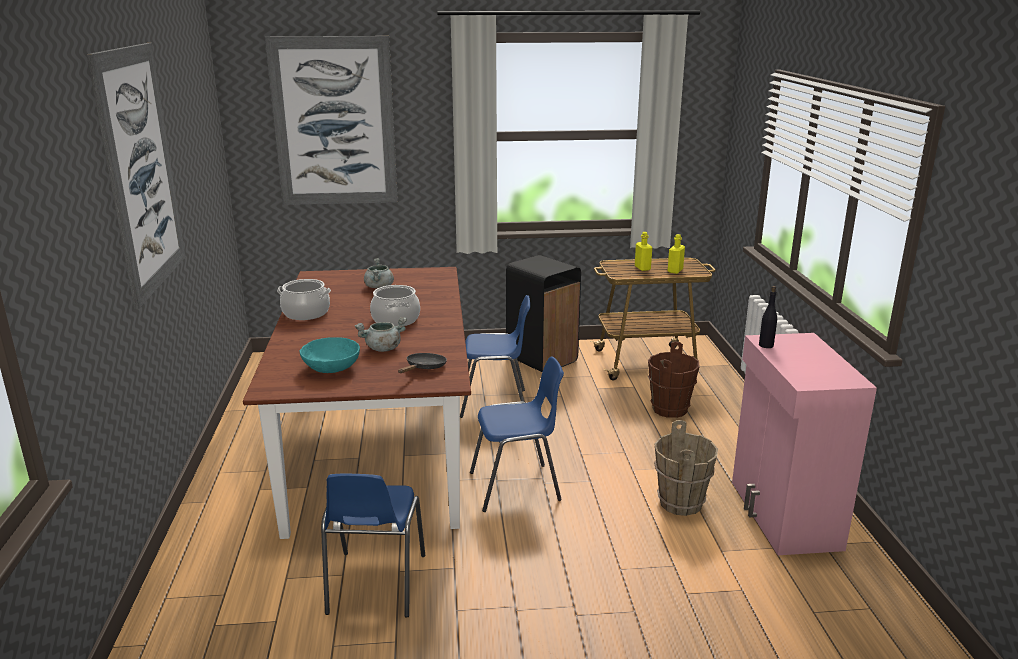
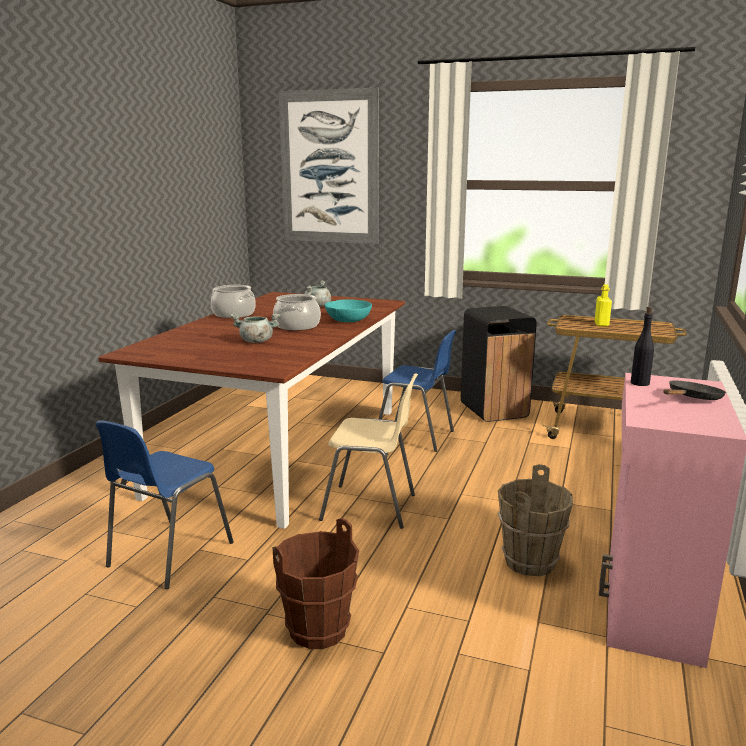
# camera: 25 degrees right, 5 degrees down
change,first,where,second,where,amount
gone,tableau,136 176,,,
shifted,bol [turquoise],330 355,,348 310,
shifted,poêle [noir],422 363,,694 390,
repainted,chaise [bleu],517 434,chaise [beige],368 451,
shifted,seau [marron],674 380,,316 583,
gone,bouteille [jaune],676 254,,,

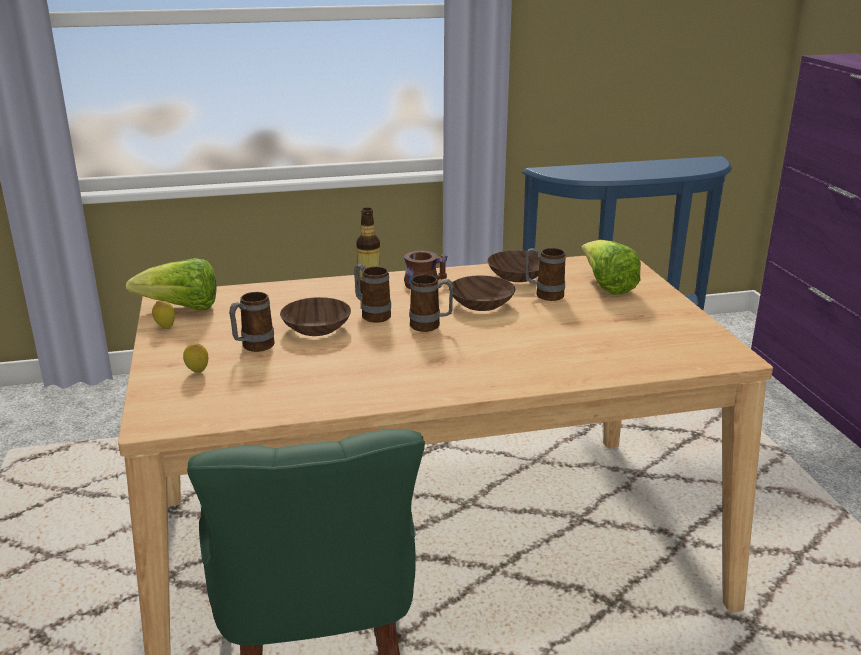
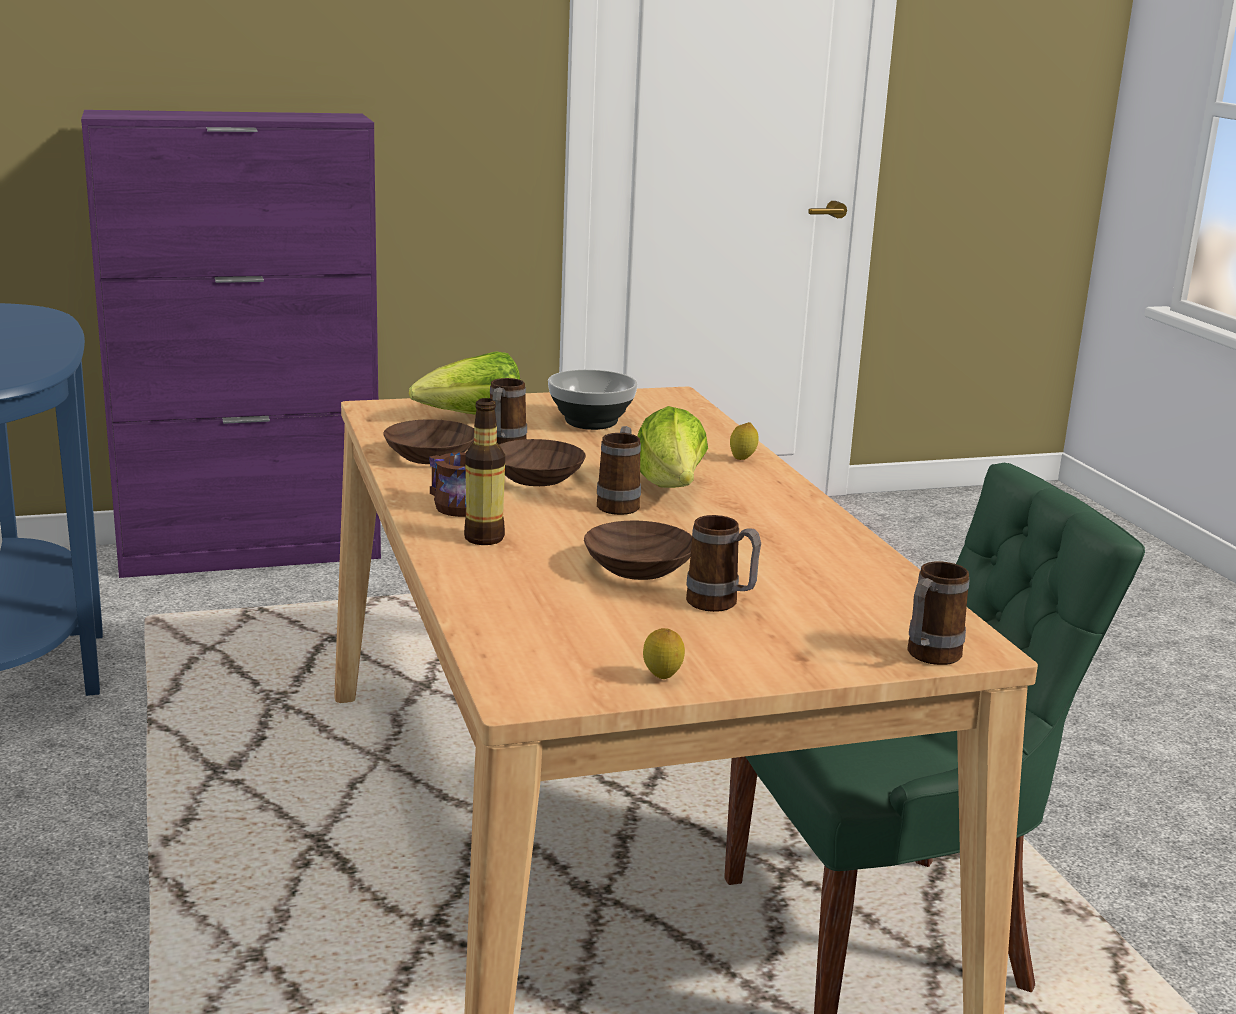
# camera: 95 degrees left, 5 degrees down
change,first,where,second,where,amount
shifted,laitue,171 284,,673 447,
shifted,citron,195 358,,744 441,
shifted,mug,372 293,,938 613,
new,,,bol,593 399,

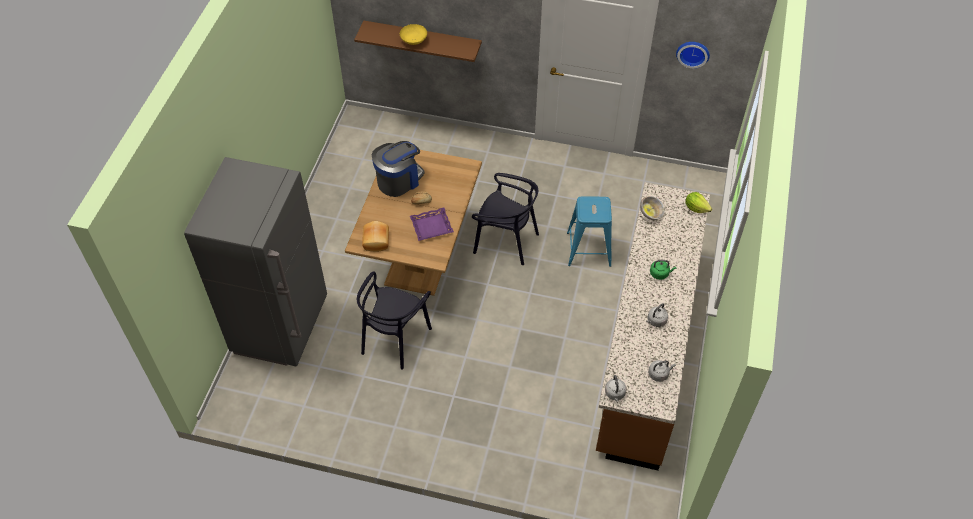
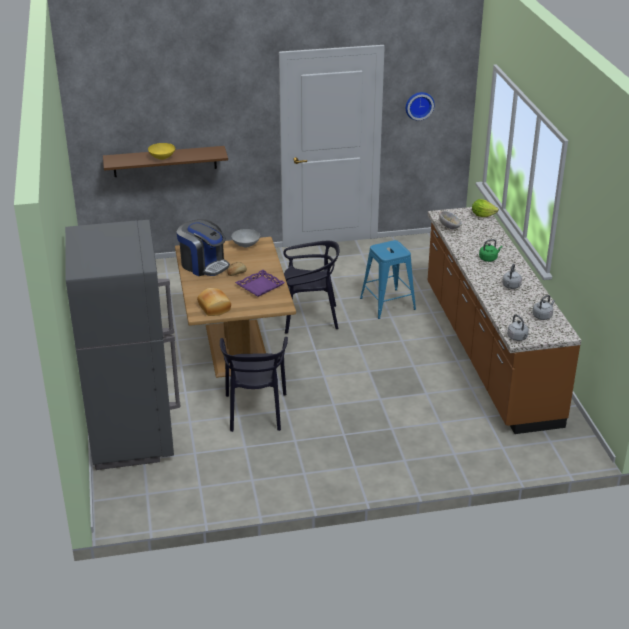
# camera: 25 degrees left, 20 degrees down
change,first,where,second,where,amount
rotated,machine à café,398 169,,203 247,105 degrees clockwise
new,,,bol [gris],245 238,

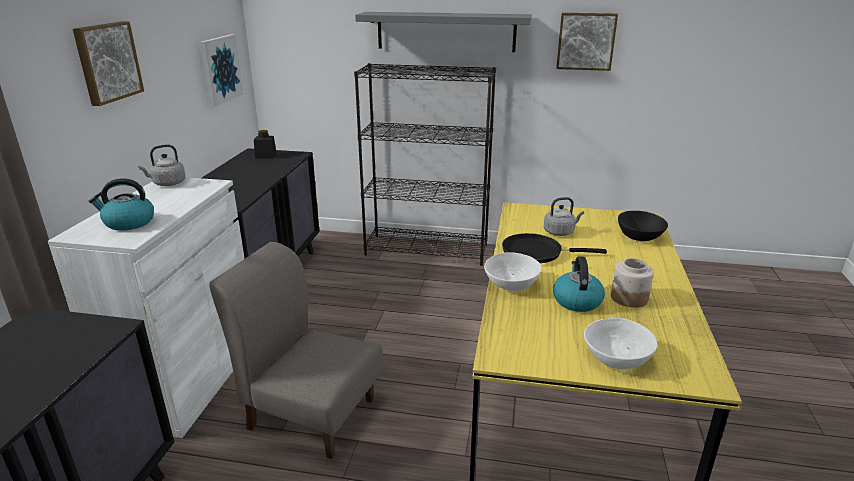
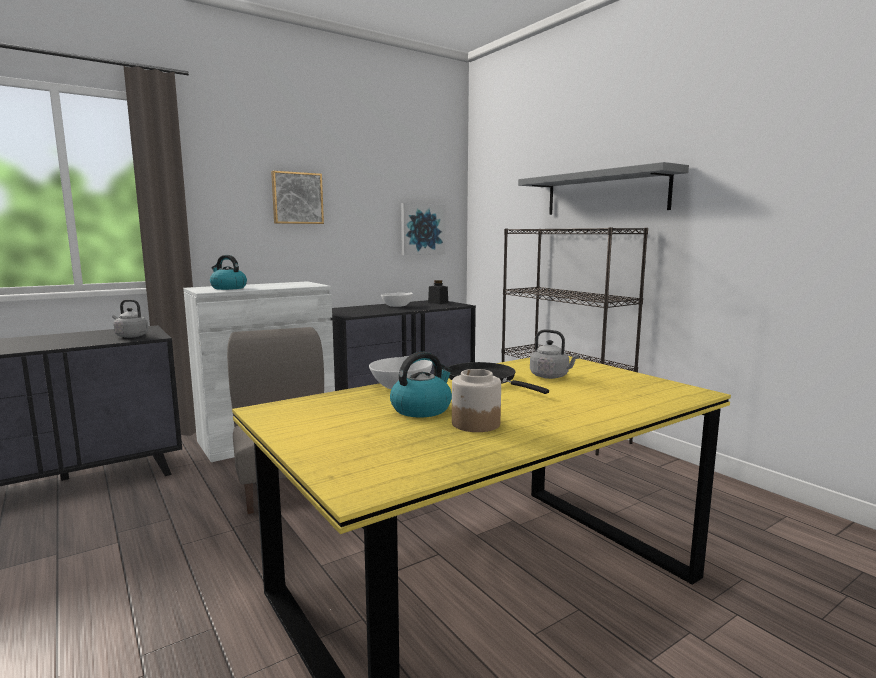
# camera: 45 degrees right, 15 degrees down
change,first,where,second,where,amount
shifted,bouilloire [gris],162 165,,130 318,
gone,tableau,587 42,,,
shifted,bol [blanc],620 343,,397 300,
gone,bol [noir],643 226,,,

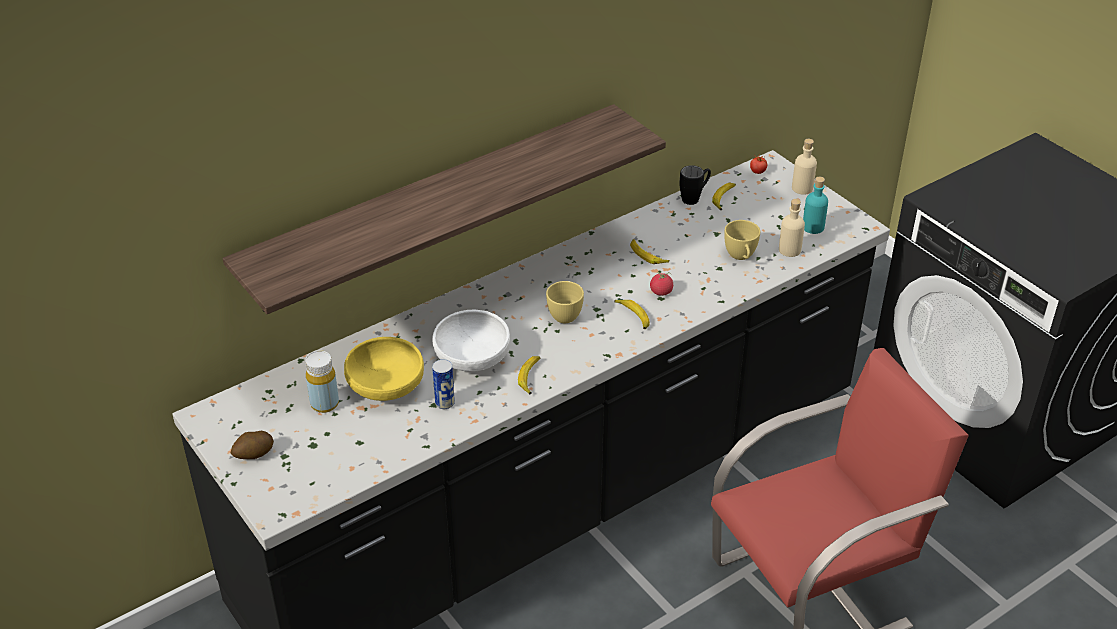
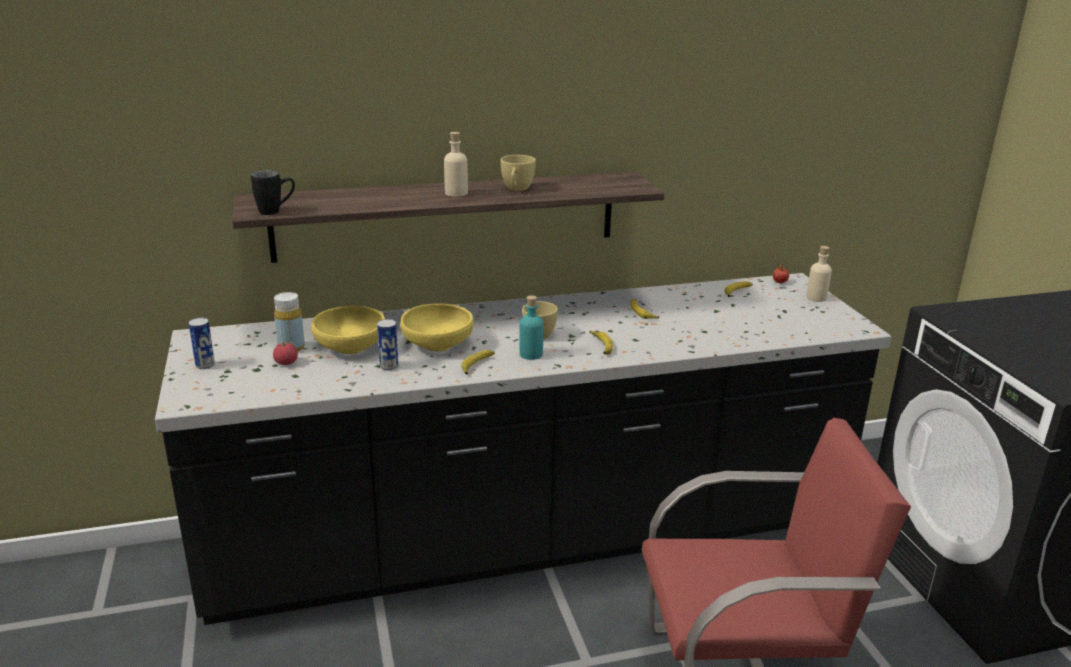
# camera: 20 degrees right, 15 degrees down
change,first,where,second,where,amount
swapped,pomme de terre,252 445,boîte métallique,202 343,
repainted,bol [blanc],471 341,bol [jaune],436 327,
shifted,tomate,661 284,,285 352,
shifted,mug [noir],695 185,,273 192,
shifted,tasse [jaune],742 240,,518 173,
shifted,bouteille [beige],792 228,,456 164,
shifted,bouteille [turquoise],815 205,,531 327,

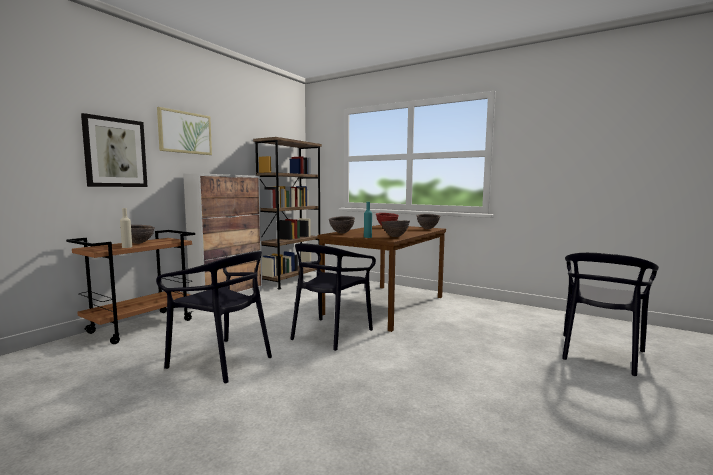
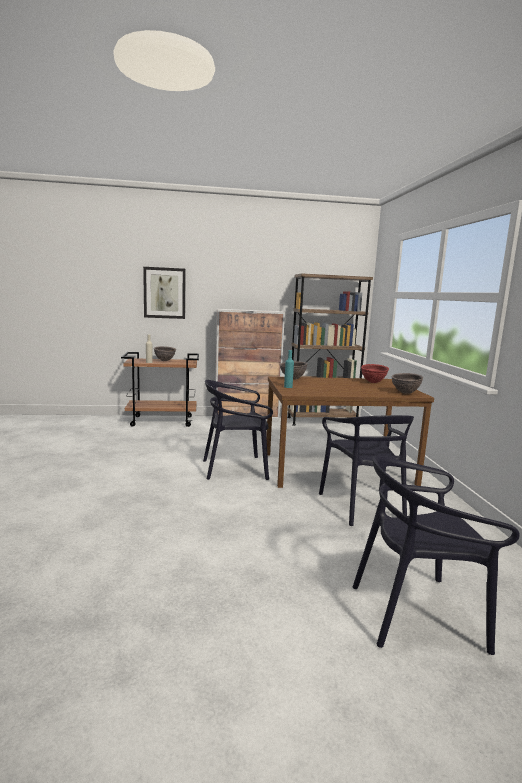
# camera: 50 degrees right, 5 degrees up
change,first,where,second,where,amount
shifted,chaise [noir],214 317,,366 470,
gone,tableau,184 131,,,
gone,bol [marron],395 228,,,

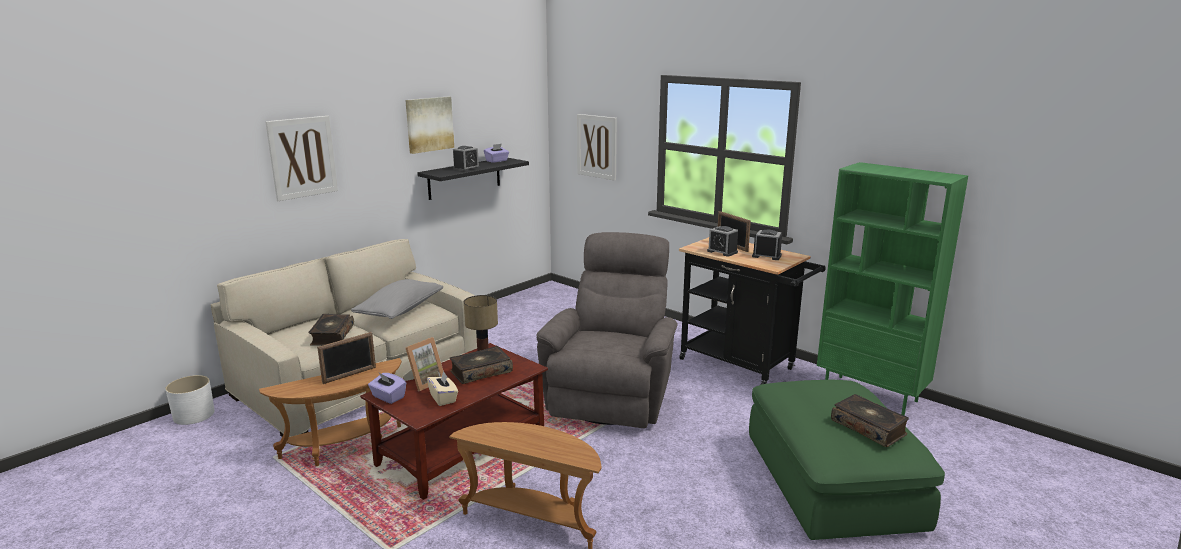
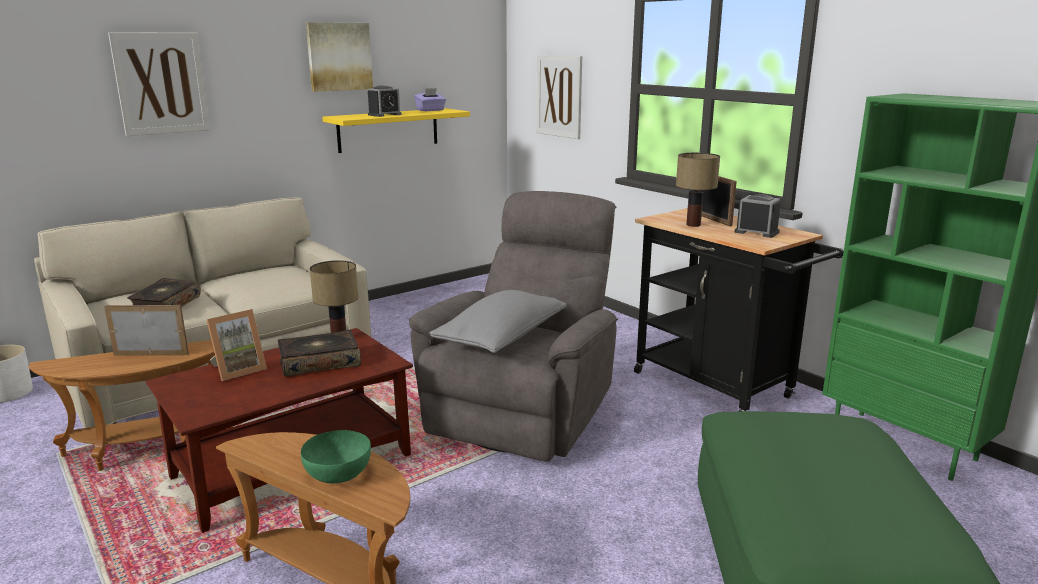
# camera: 10 degrees right, 0 degrees up
change,first,where,second,where,amount
rotated,cadre photo,346 358,,146 330,150 degrees counterclockwise
shifted,coussin [gris],397 299,,498 321,
gone,boîte à mouchoirs [violet],387 388,,,
repainted,étagère [noir],473 179,étagère [jaune],396 130,
gone,boîte à mouchoirs [beige],442 388,,,
swapped,réveil,722 241,lampe de table,698 190,
gone,livre,870 420,,,
new,,,bol [vert],336 456,

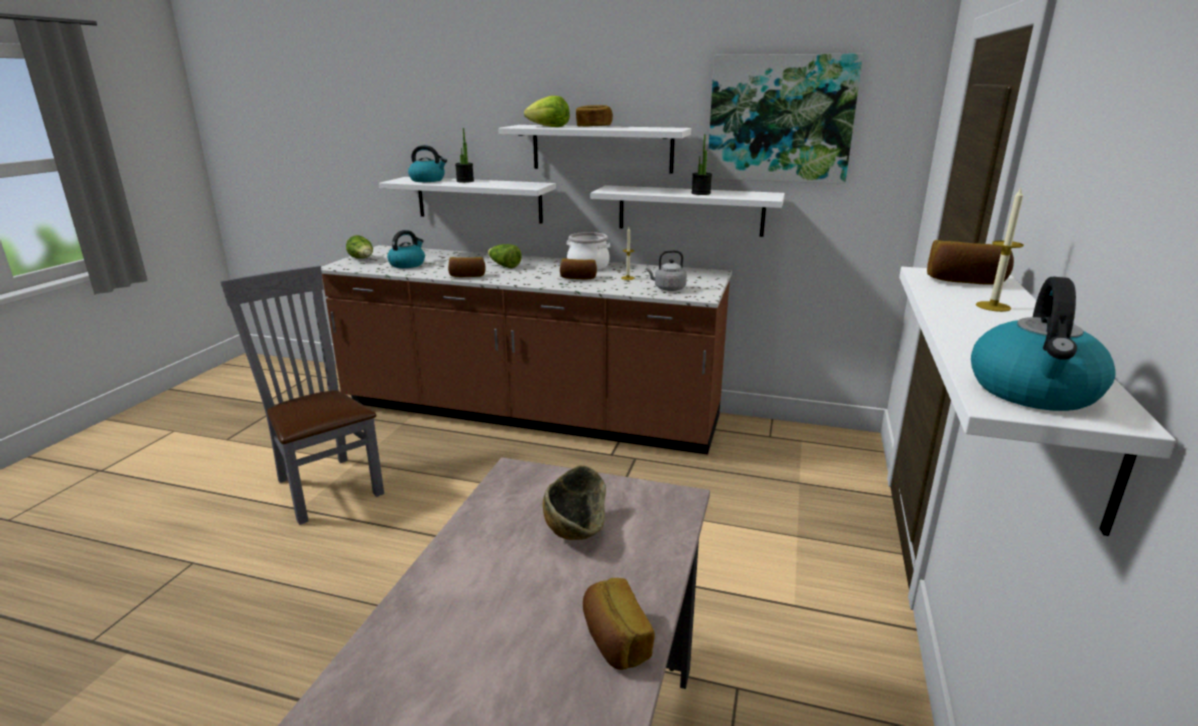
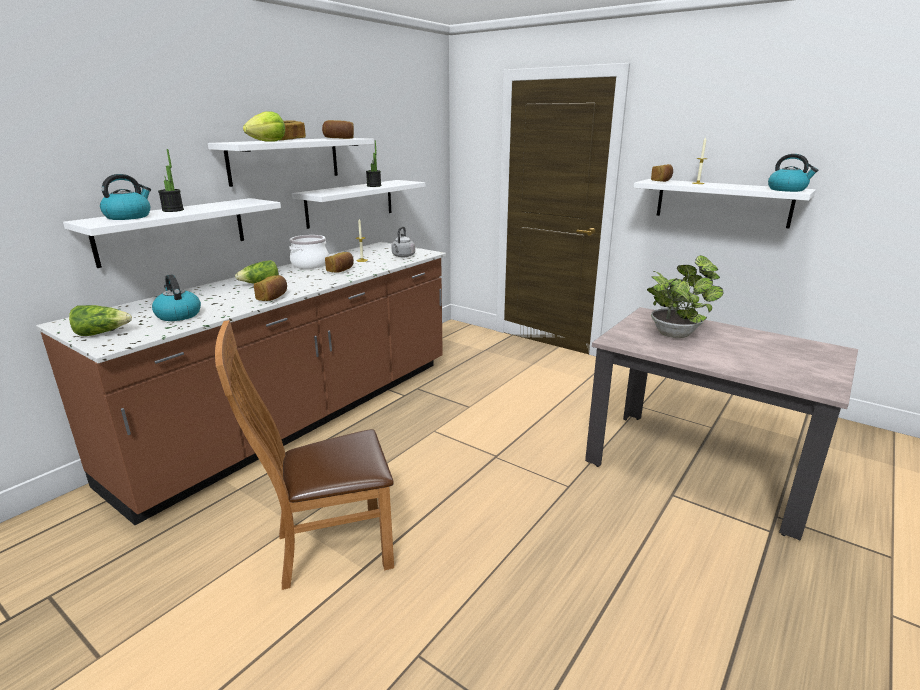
# camera: 70 degrees left, 0 degrees up
change,first,where,second,where,amount
repainted,chaise [gris],302 395,chaise [marron],304 455,
swapped,bol,574 502,plante en pot,685 296,
shifted,pain,619 624,,338 129,
gone,tableau,785 118,,,

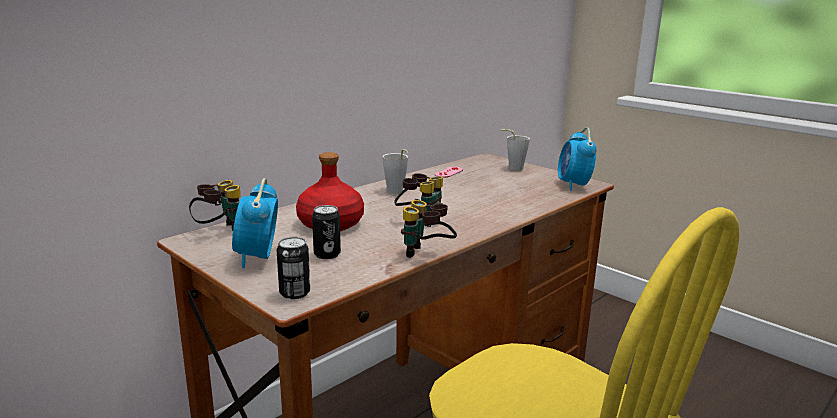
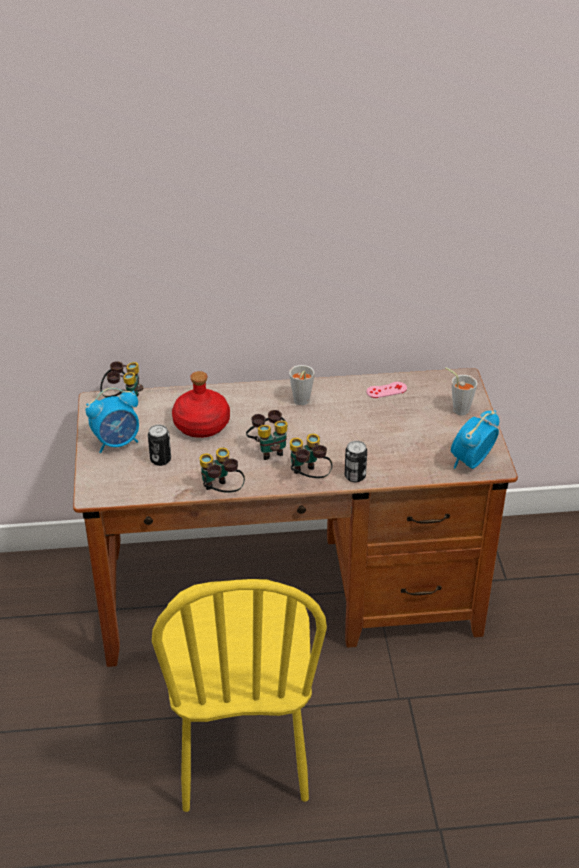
# camera: 40 degrees right, 20 degrees up
change,first,where,second,where,amount
rotated,réveil,255 223,,112 420,150 degrees counterclockwise
shifted,boîte métallique,293 268,,356 461,
new,,,jumelles,311 456,

